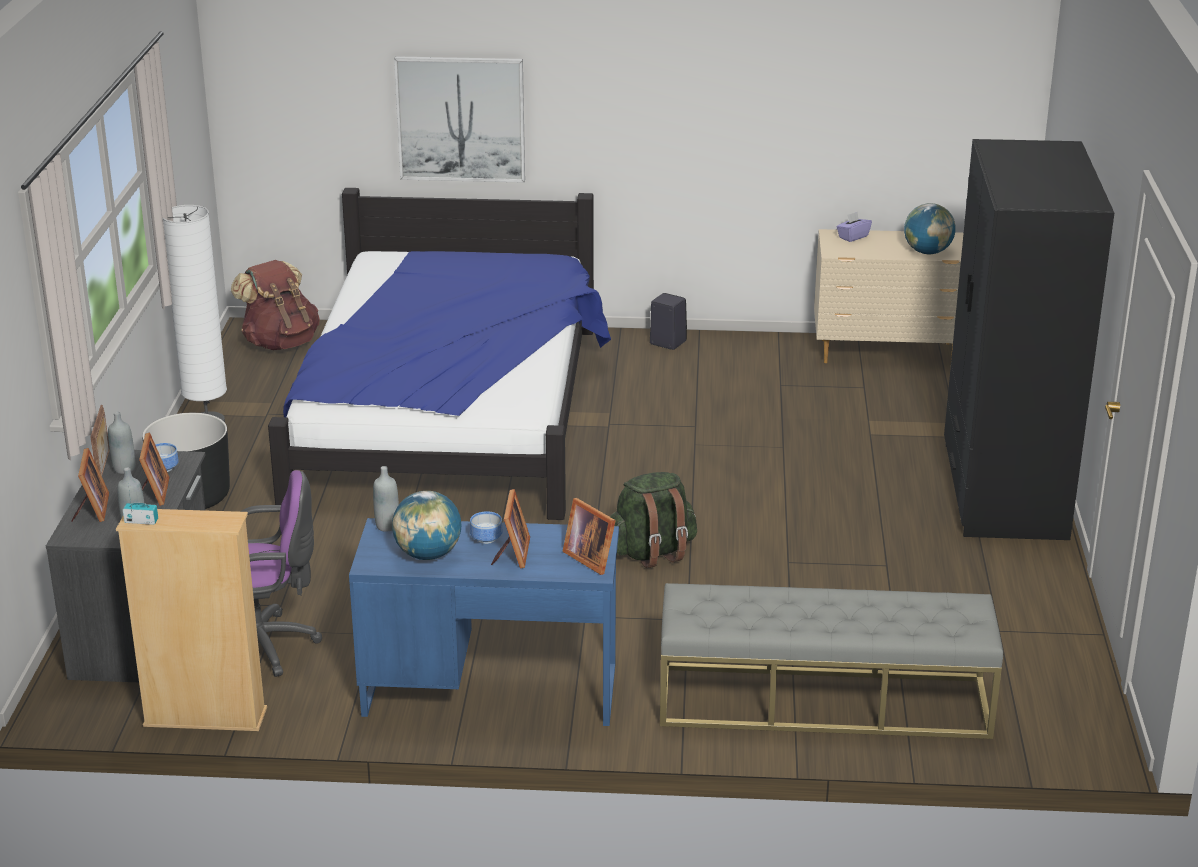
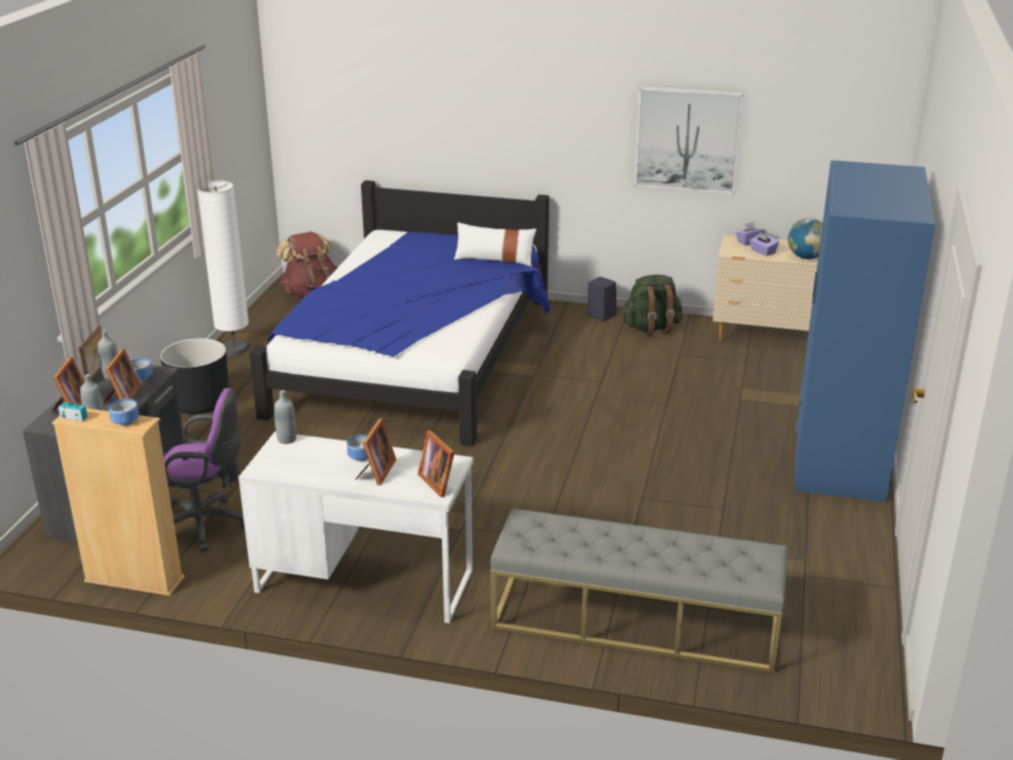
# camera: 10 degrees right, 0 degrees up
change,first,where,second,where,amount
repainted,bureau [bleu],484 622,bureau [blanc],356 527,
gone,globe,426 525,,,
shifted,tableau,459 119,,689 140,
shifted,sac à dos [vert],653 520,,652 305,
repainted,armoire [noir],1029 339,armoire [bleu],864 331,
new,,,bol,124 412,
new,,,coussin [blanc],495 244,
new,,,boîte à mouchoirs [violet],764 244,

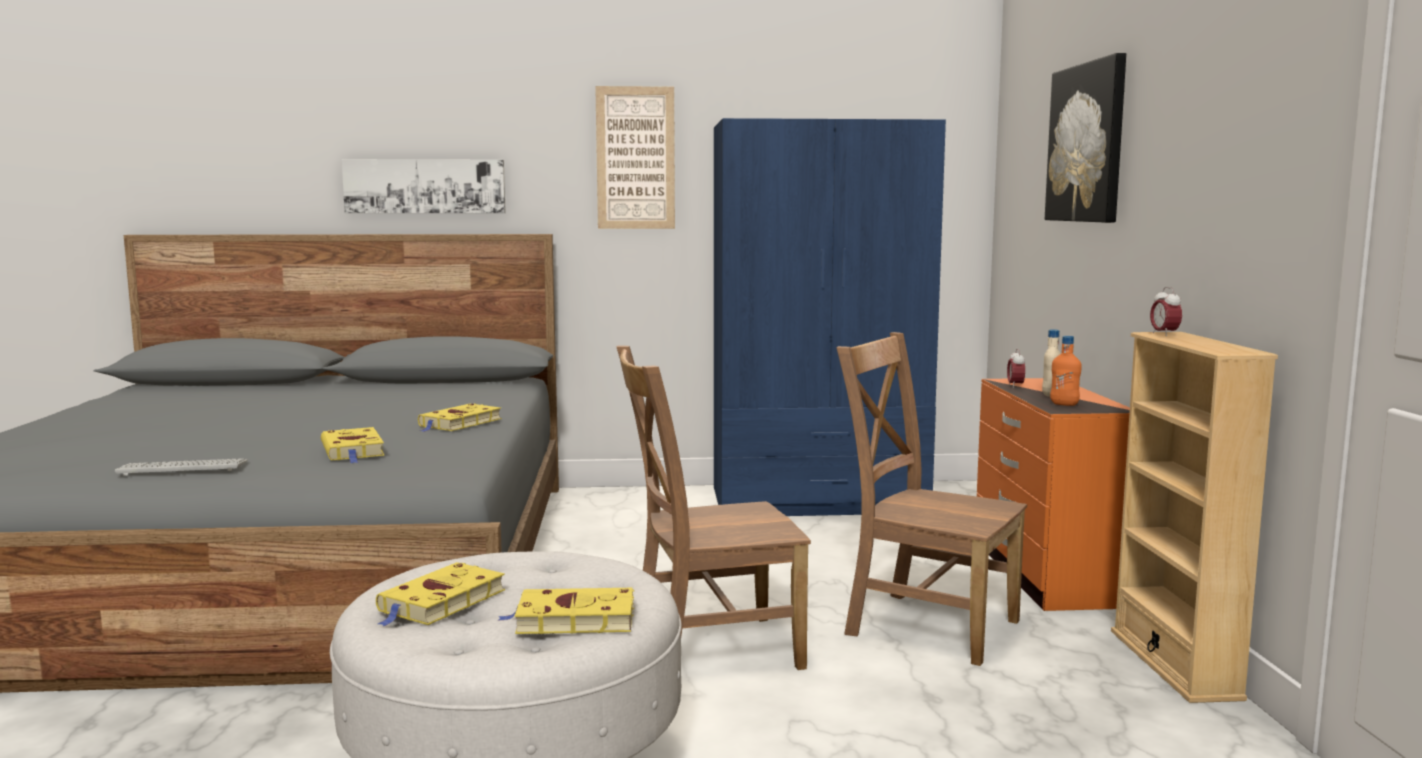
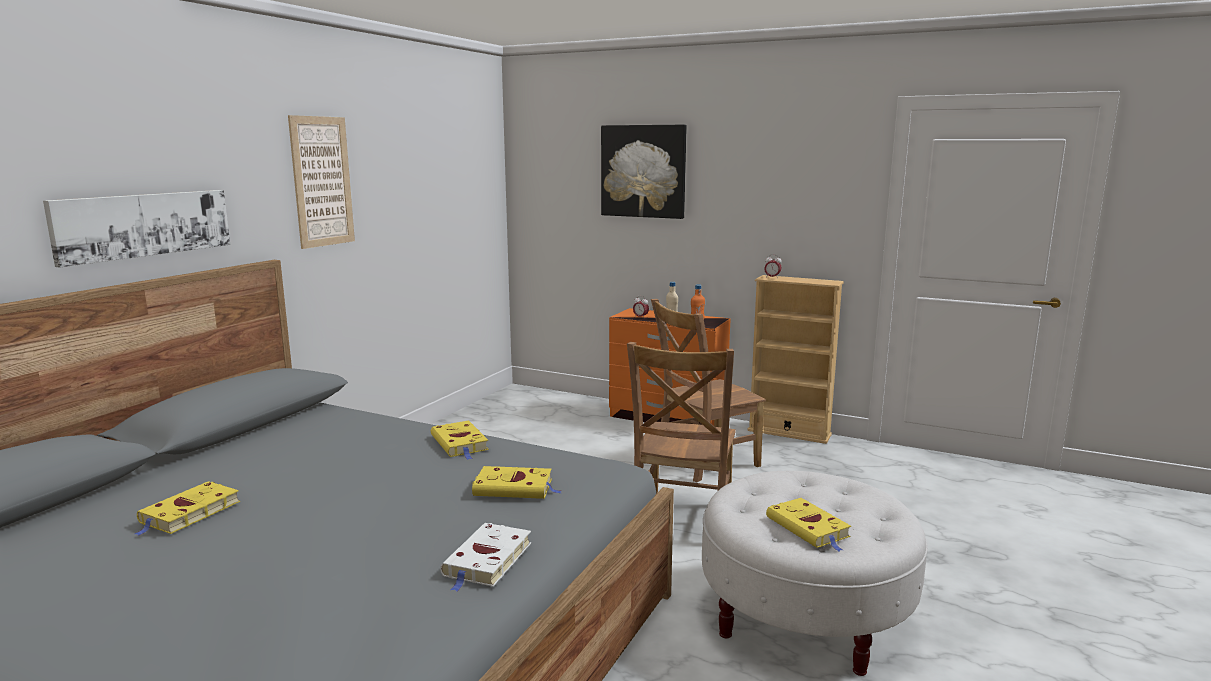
# camera: 60 degrees left, 5 degrees up
change,first,where,second,where,amount
swapped,clavier,181 467,livre [blanc],485 557,
shifted,livre [jaune],566 611,,187 508,
gone,armoire [bleu],830 317,,,

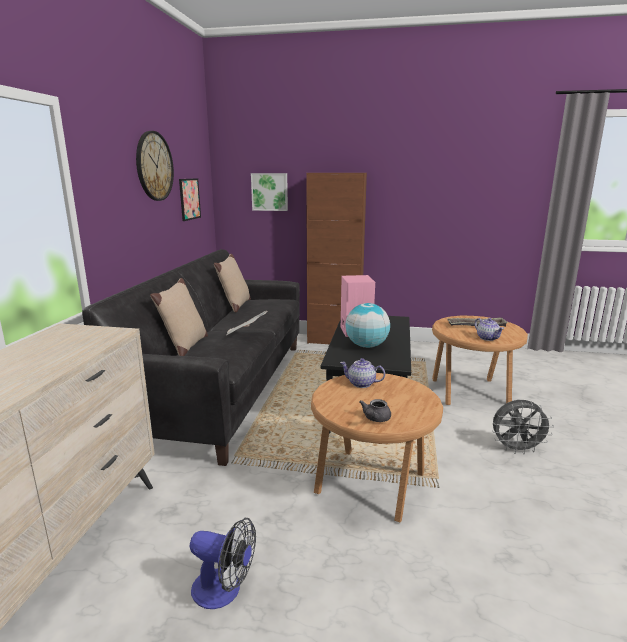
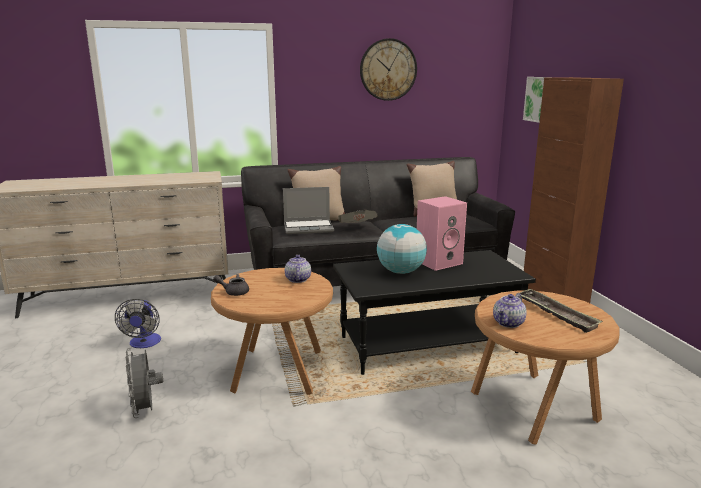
# camera: 65 degrees right, 0 degrees up
change,first,where,second,where,amount
gone,tableau,190 199,,,
shifted,ventilateur [gris],523 427,,144 383,
new,,,ordinateur portable,308 210,

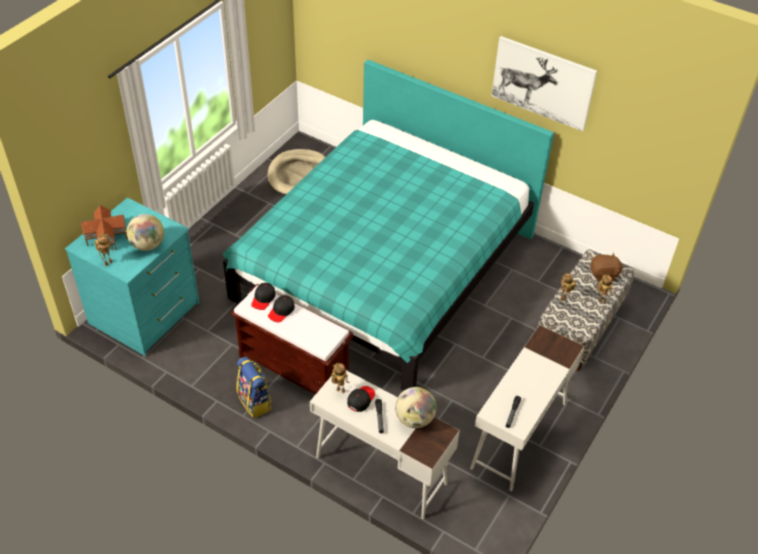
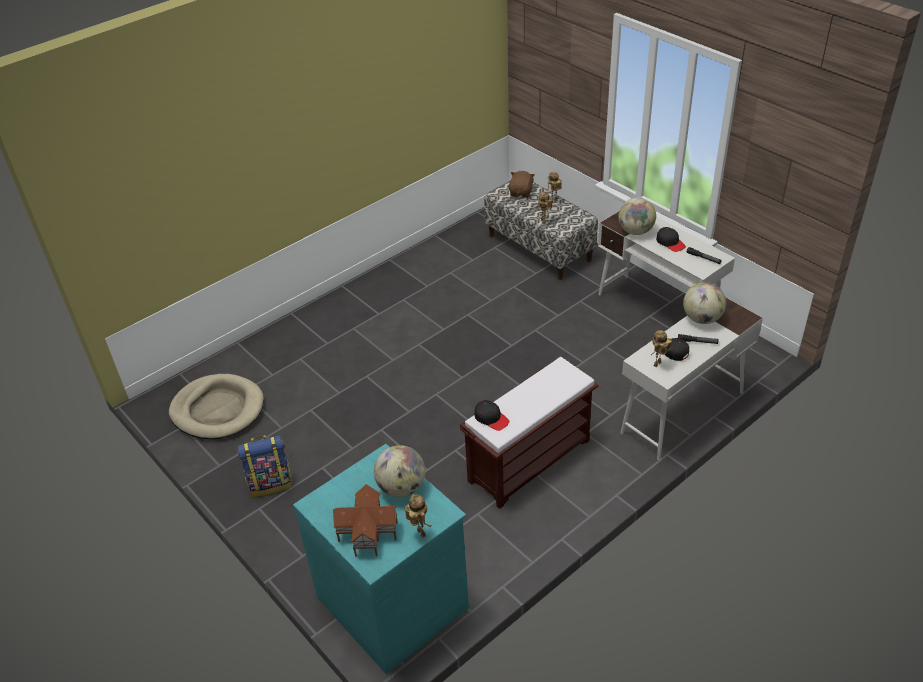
# camera: 70 degrees left, 5 degrees down
change,first,where,second,where,amount
gone,lit [turquoise],388 225,,,
shifted,sac à dos,254 387,,265 466,
shifted,casquette [noir],281 309,,671 239,
gone,tableau,544 83,,,
new,,,globe,637 216,

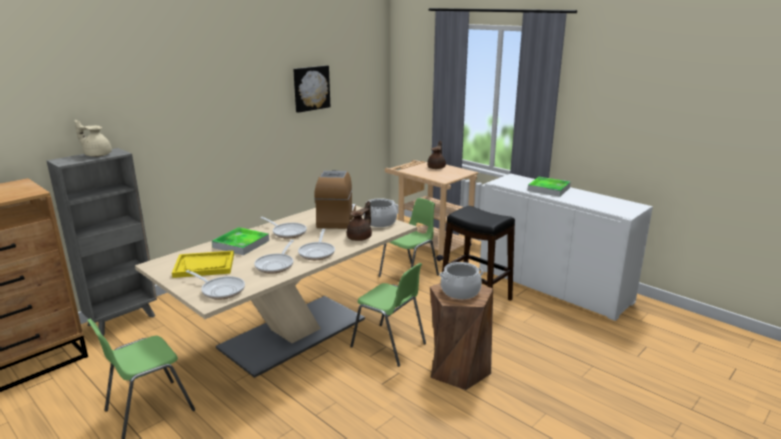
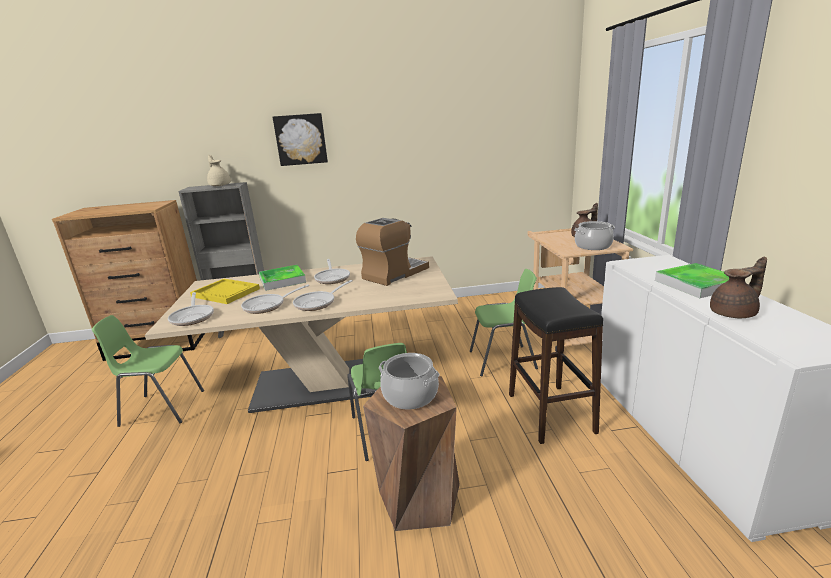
# camera: 40 degrees right, 0 degrees up
change,first,where,second,where,amount
shifted,tableau,311 89,,300 139,
shifted,théière [marron],359 221,,738 287,
shifted,marmite,380 212,,595 235,

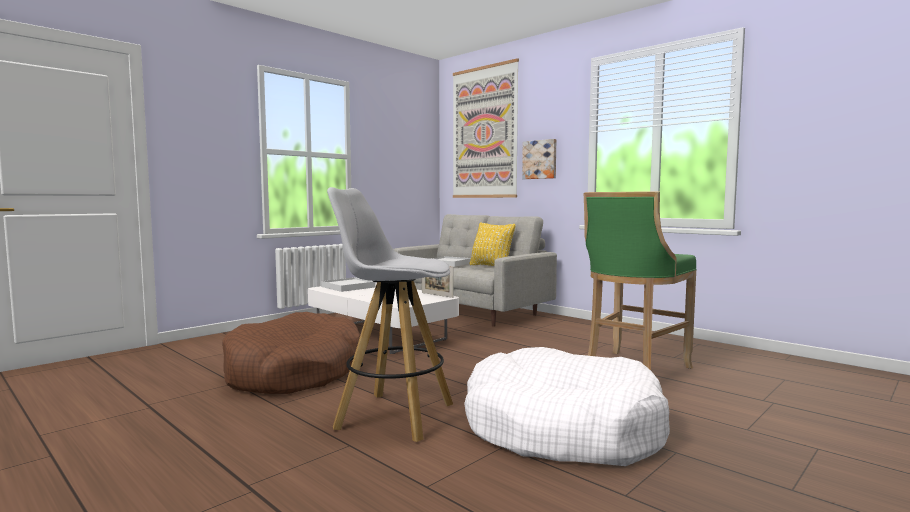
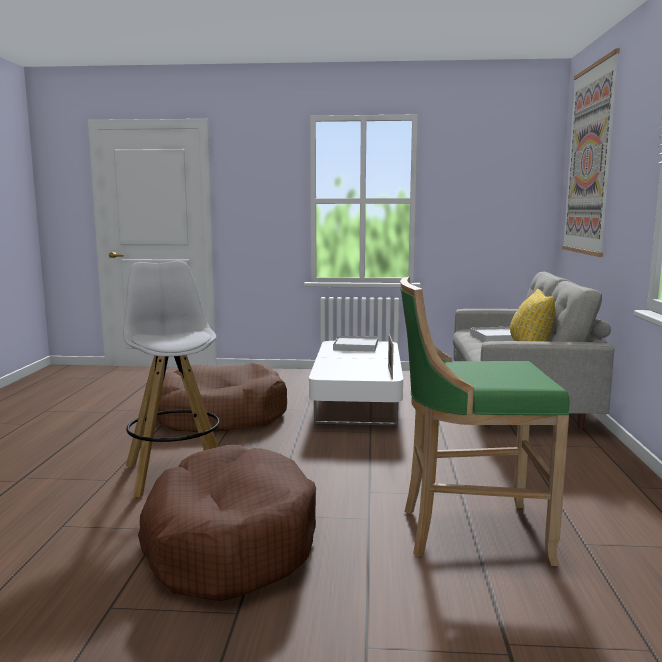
# camera: 50 degrees right, 5 degrees up
change,first,where,second,where,amount
repainted,panier pour chien [blanc],567 406,panier pour chien [marron],227 523,
gone,tableau,539 159,,,

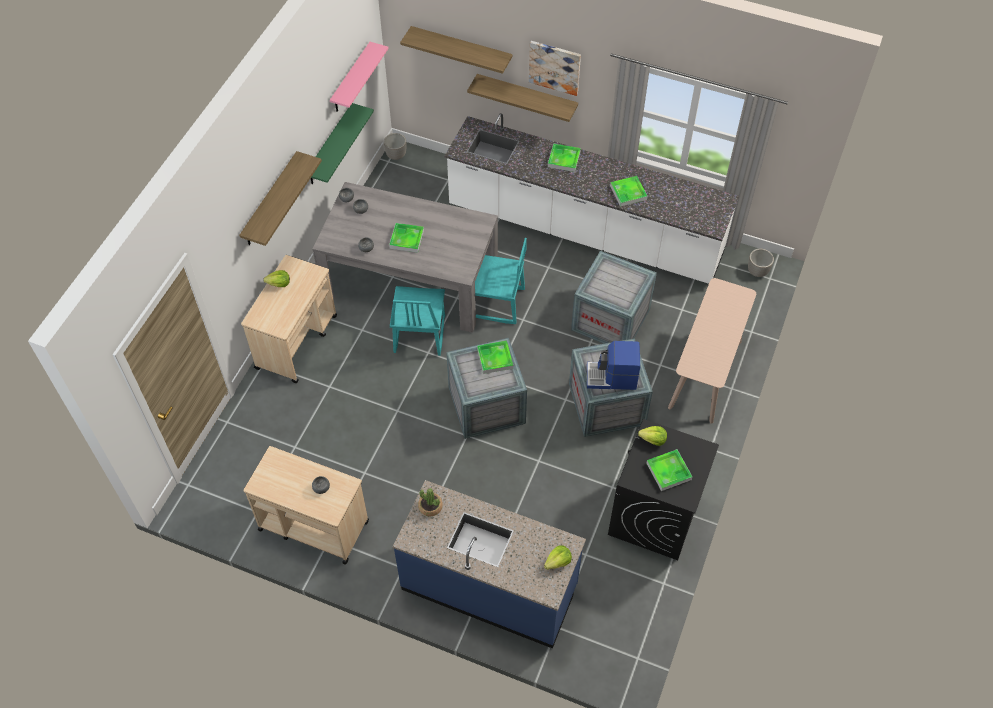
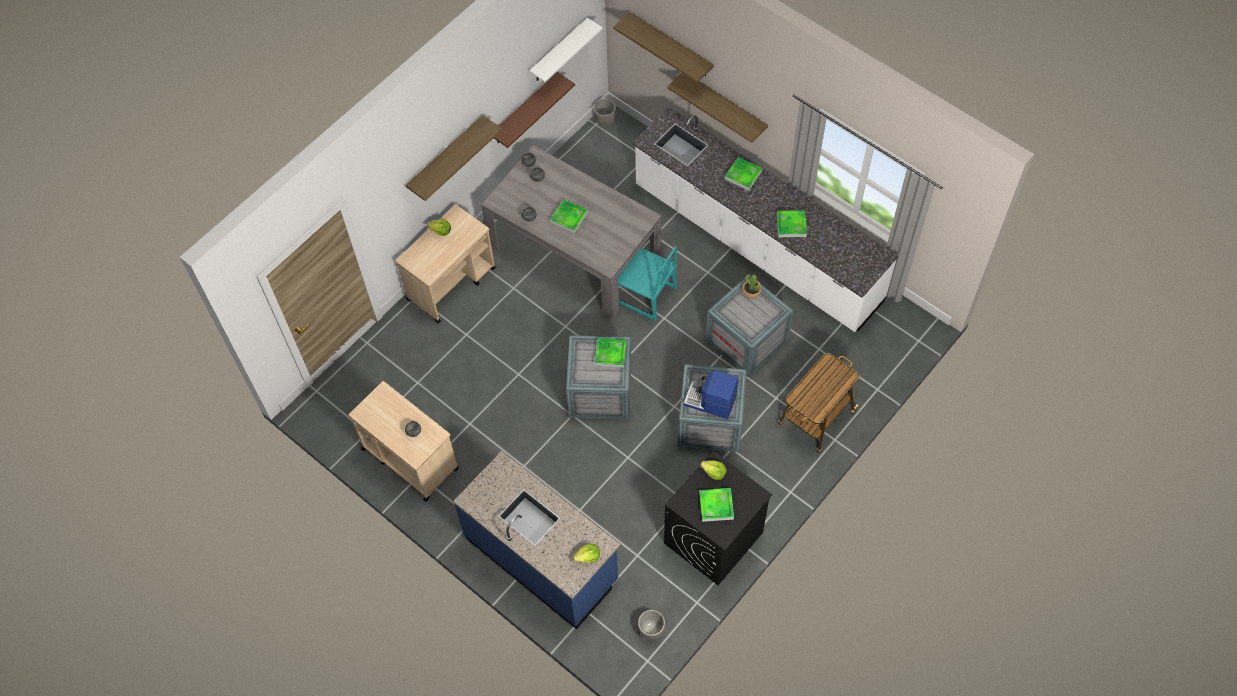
# camera: 20 degrees right, 5 degrees up
change,first,where,second,where,amount
repainted,étagère [vert],342 143,étagère [marron],534 110,
repainted,étagère [rose],359 77,étagère [blanc],566 50,
gone,chaise [turquoise],417 321,,,
shifted,plante en pot,430 502,,752 287,
gone,tableau,555 68,,,
swapped,table console [beige],712 351,chariot,818 403,
shifted,cache-pot,761 263,,651 625,

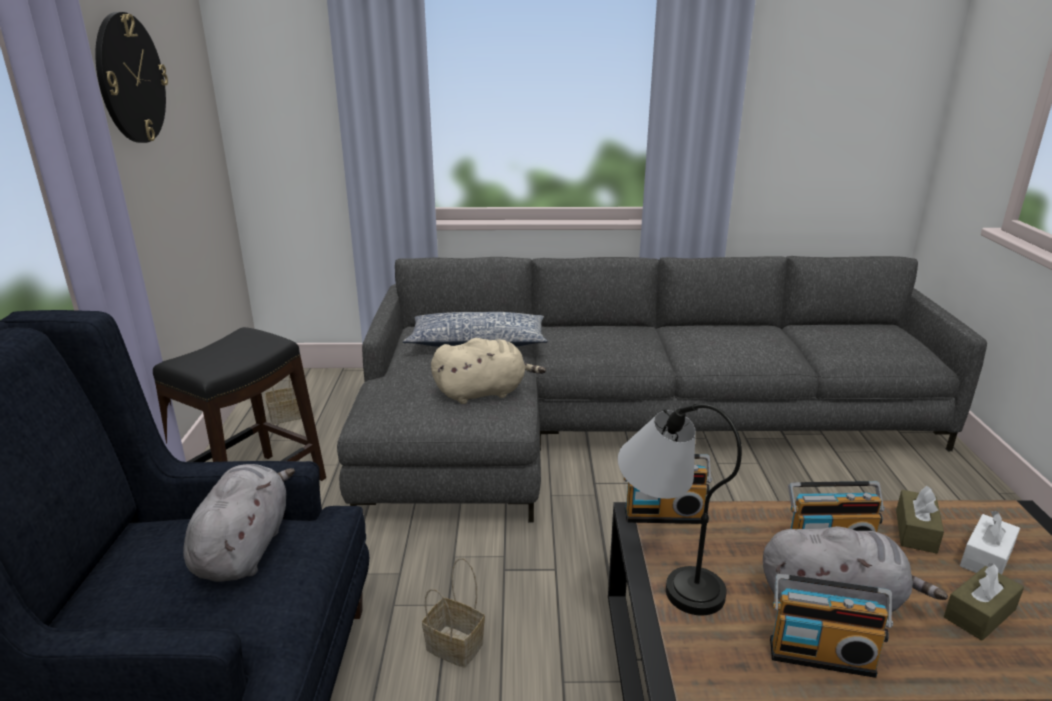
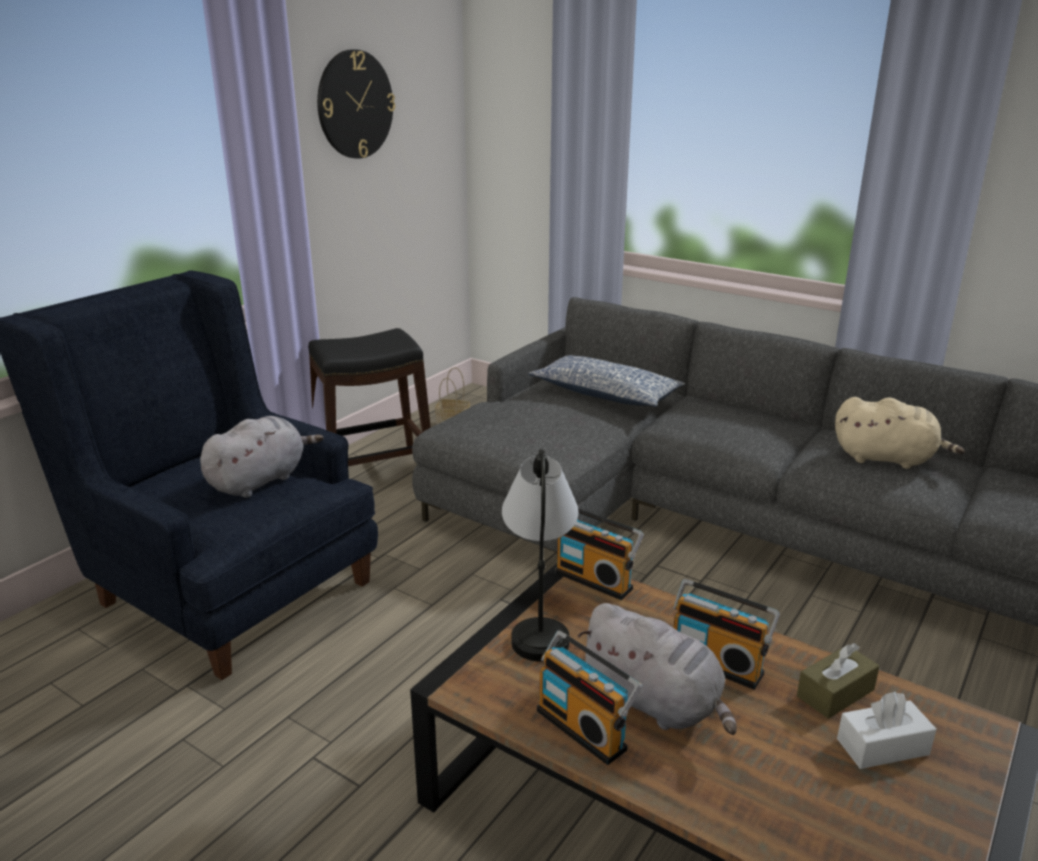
# camera: 35 degrees right, 0 degrees up
change,first,where,second,where,amount
gone,panier,453 613,,,
shifted,peluche [beige],488 371,,900 433,
gone,boîte à mouchoirs [marron],984 602,,,

